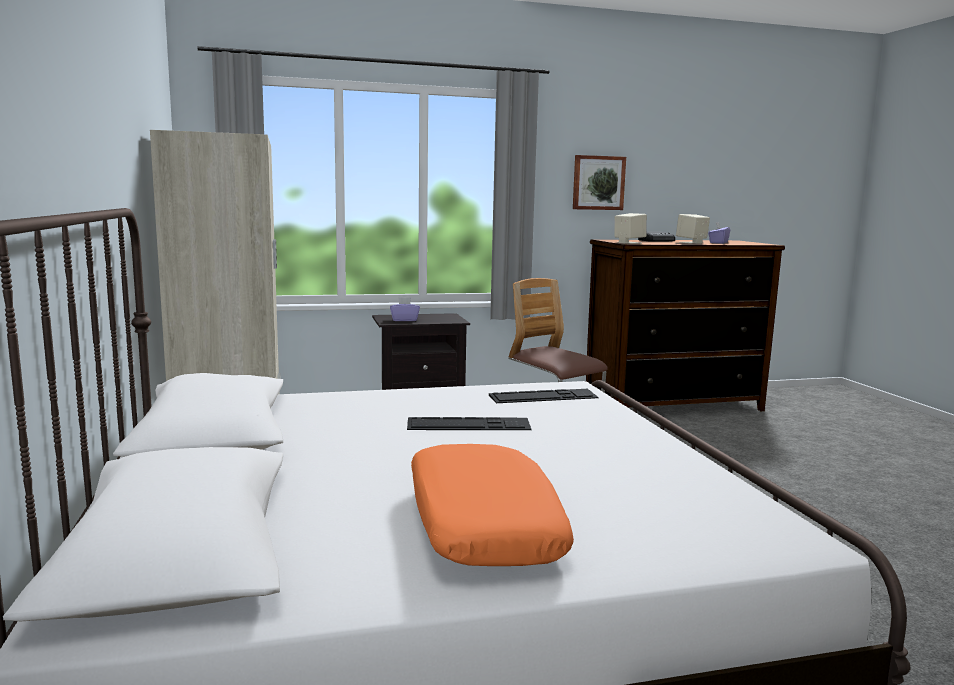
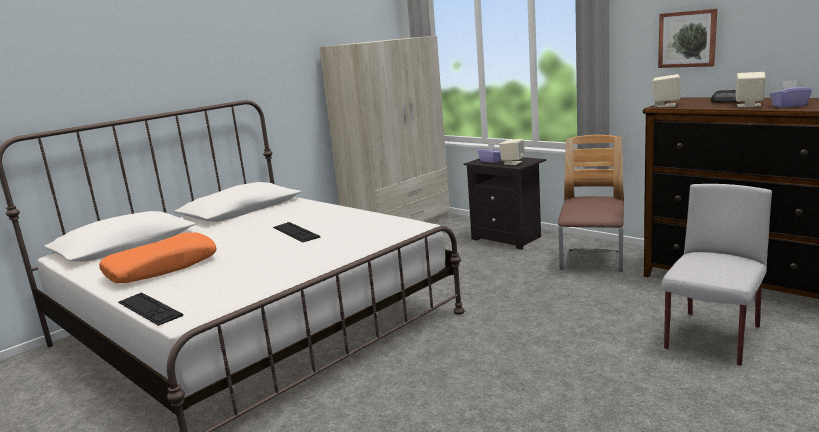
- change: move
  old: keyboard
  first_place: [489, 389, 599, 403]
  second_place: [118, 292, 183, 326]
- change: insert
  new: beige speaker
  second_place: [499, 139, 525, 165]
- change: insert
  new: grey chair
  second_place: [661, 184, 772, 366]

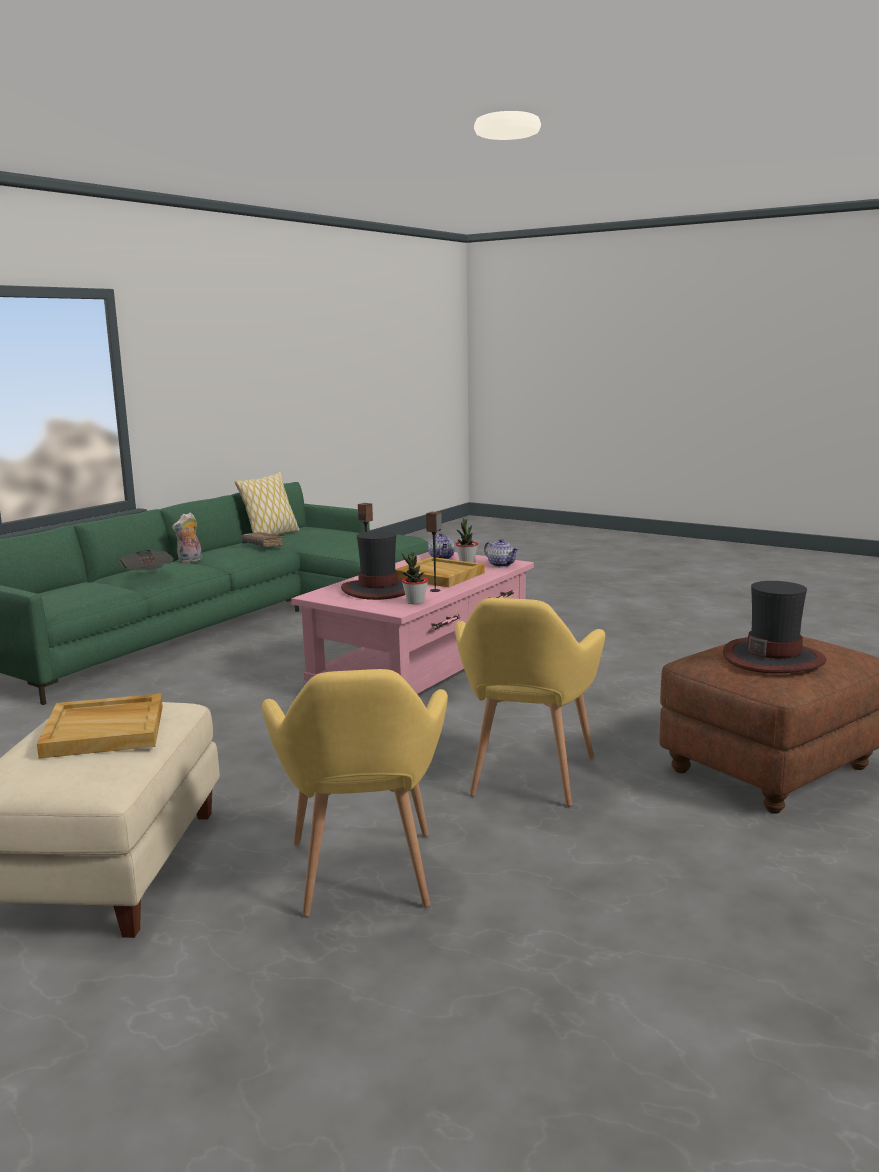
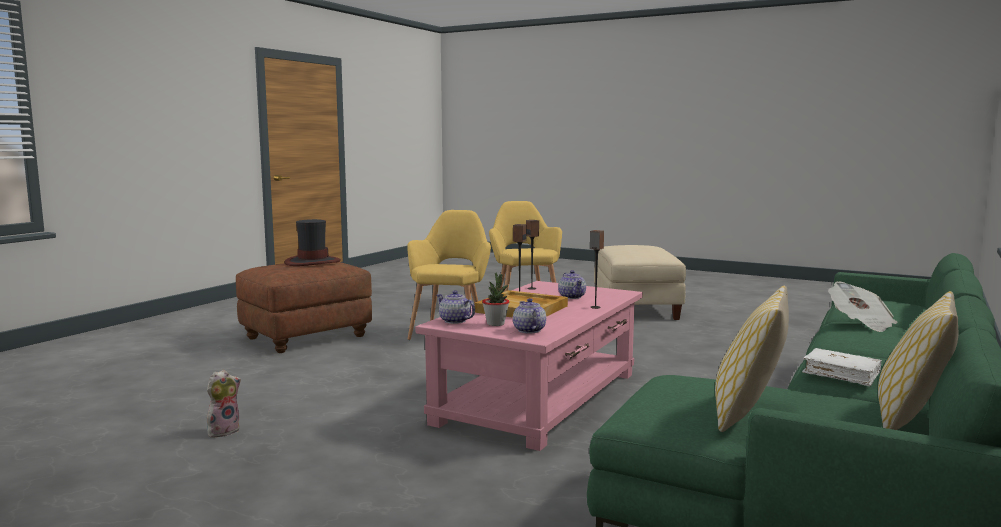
- change: delete
  old: beige tray
  first_place: [37, 694, 163, 759]
- change: move
  old: plush toy
  first_place: [172, 513, 202, 563]
  second_place: [207, 370, 241, 438]
- change: recolor
  old: brown book
  new: white book
  first_place: [242, 532, 285, 547]
  second_place: [802, 348, 882, 387]
- change: replace
  old: hat
  new: teapot
  first_place: [341, 531, 405, 600]
  second_place: [558, 270, 586, 299]
- change: replace
  old: potted plant
  new: speaker
  first_place: [402, 552, 428, 604]
  second_place: [526, 220, 539, 290]
- change: insert
  new: pillow
  second_place: [715, 286, 789, 432]

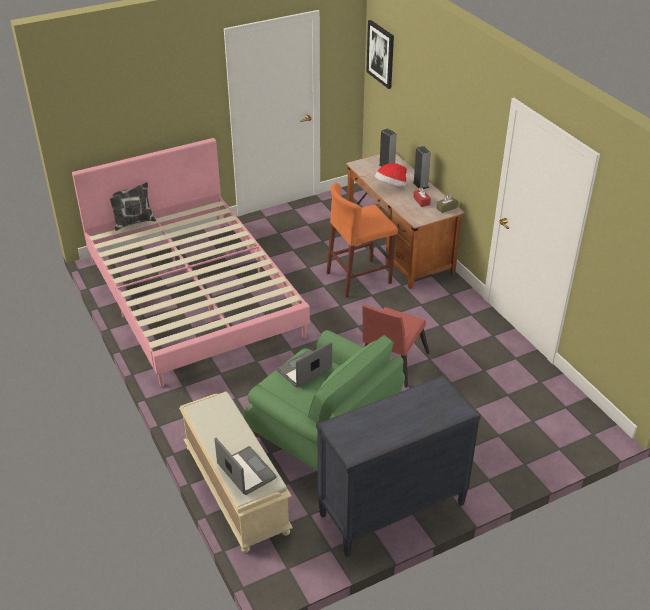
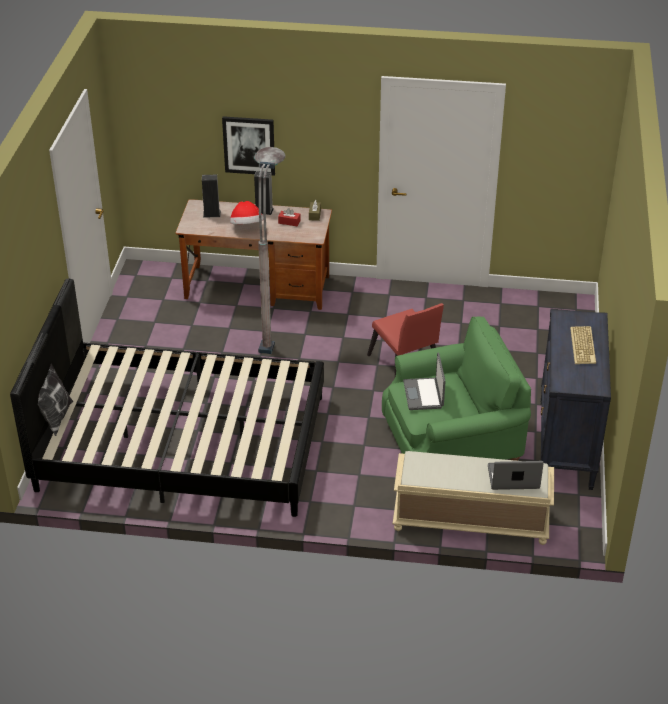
- change: recolor
  old: pink bed
  new: black bed
  first_place: [72, 138, 310, 387]
  second_place: [10, 279, 324, 517]
- change: replace
  old: orange stool
  new: grey floor lamp
  first_place: [327, 183, 398, 297]
  second_place: [254, 147, 285, 354]
- change: move
  old: picture
  first_place: [366, 20, 394, 89]
  second_place: [222, 116, 275, 176]
- change: insert
  new: keyboard
  second_place: [570, 326, 596, 364]

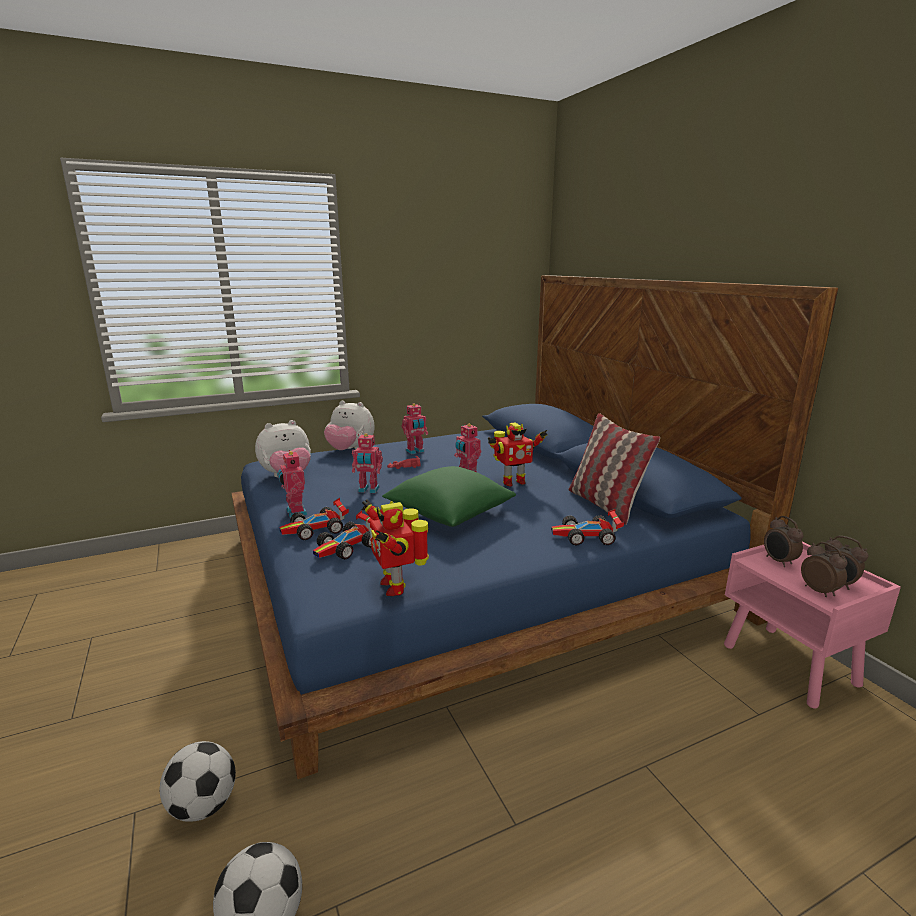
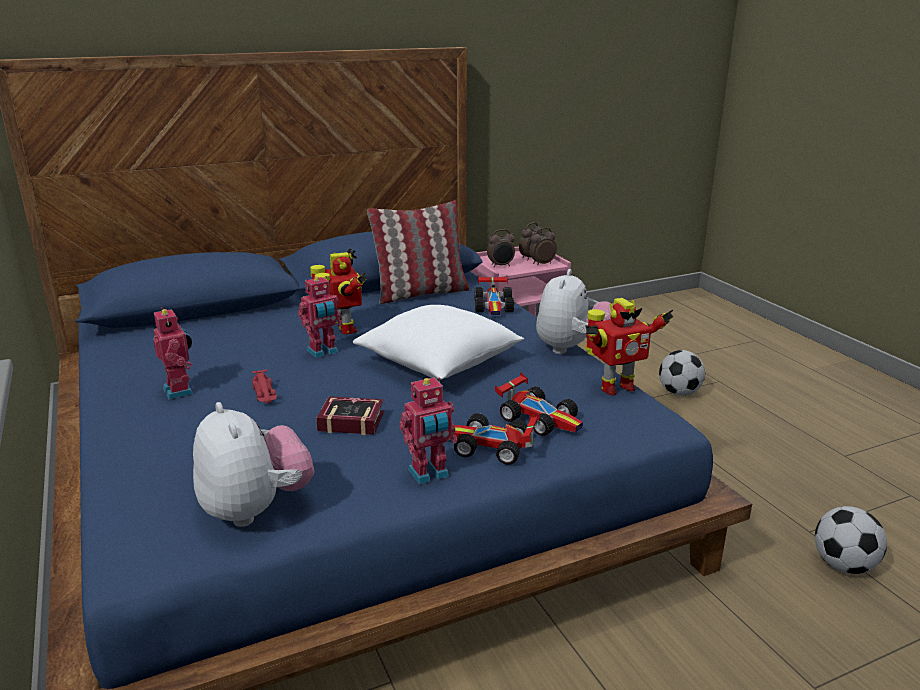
- change: move
  old: football
  first_place: [160, 741, 236, 822]
  second_place: [659, 350, 705, 396]
- change: rotate
  old: toy car
  first_place: [279, 498, 349, 540]
  second_place: [450, 413, 540, 465]
  degrees: 135
- change: move
  old: plush toy
  first_place: [324, 401, 375, 450]
  second_place: [536, 269, 611, 354]
- change: replace
  old: toy robot
  new: book
  first_place: [352, 433, 383, 493]
  second_place: [316, 396, 384, 435]
- change: recolor
  old: green pillow
  new: white pillow
  first_place: [382, 466, 516, 527]
  second_place: [353, 305, 524, 380]

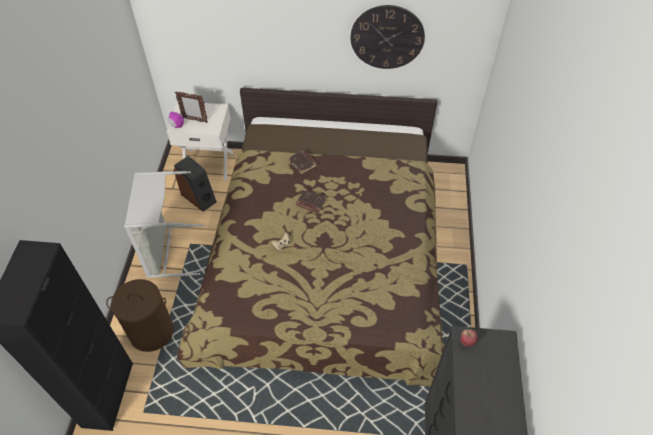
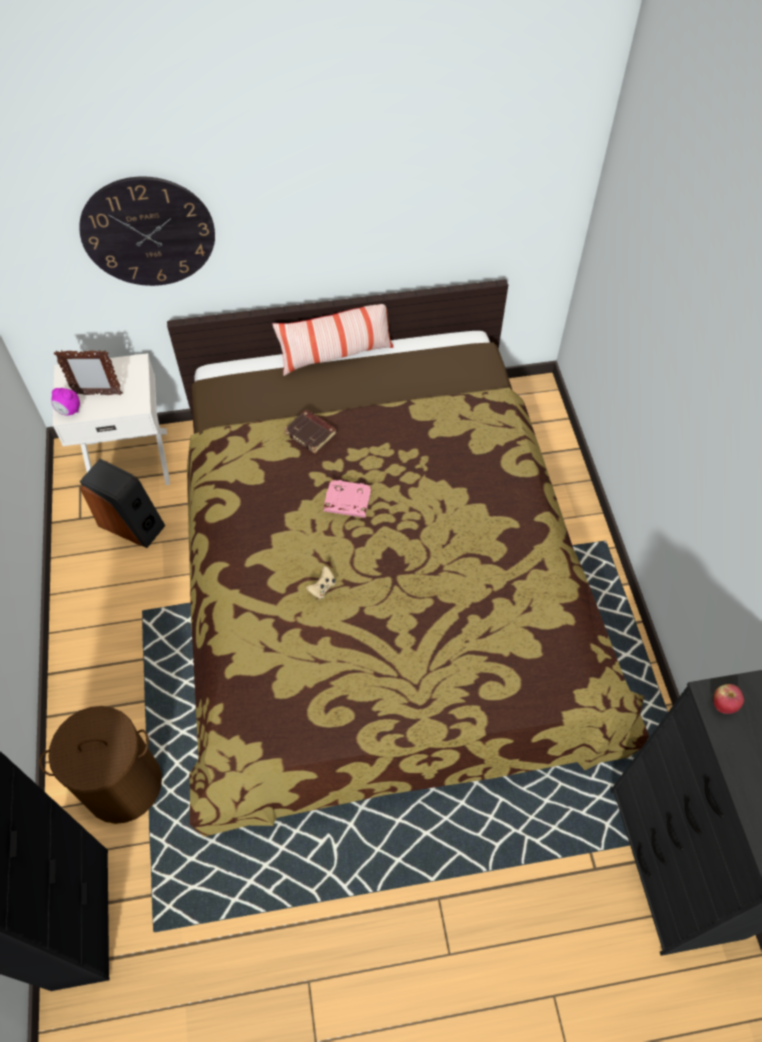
- change: delete
  old: grey laundry basket
  first_place: [124, 171, 205, 278]
- change: recolor
  old: brown book
  new: pink book
  first_place: [296, 189, 327, 213]
  second_place: [323, 479, 372, 518]
- change: move
  old: wall clock
  first_place: [350, 5, 425, 69]
  second_place: [79, 176, 215, 286]
- change: insert
  new: pillow
  second_place: [273, 304, 393, 376]

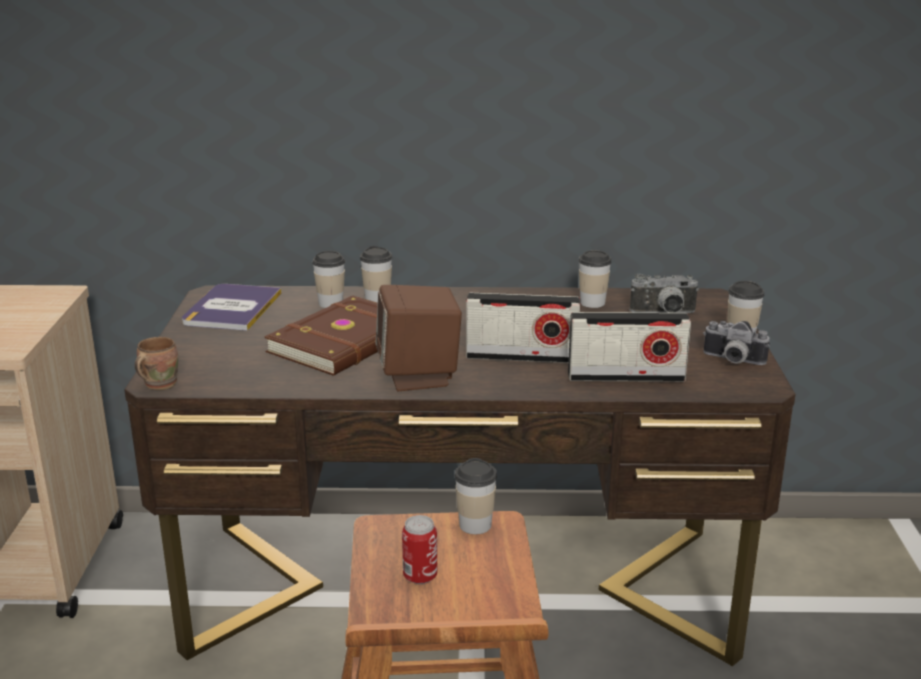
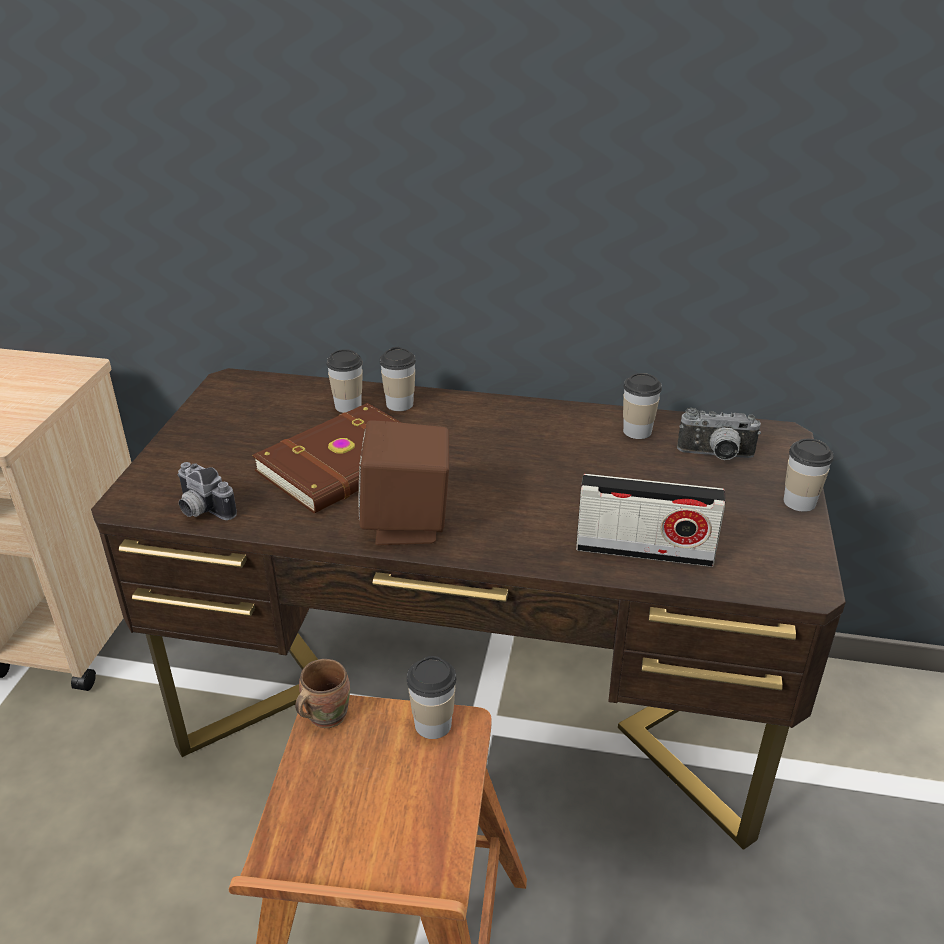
- change: move
  old: brown mug
  first_place: [135, 337, 178, 390]
  second_place: [295, 659, 350, 728]
- change: delete
  old: book
  first_place: [182, 284, 281, 331]
- change: delete
  old: can
  first_place: [402, 515, 437, 584]
- change: delete
  old: radio
  first_place: [466, 292, 580, 363]
- change: move
  old: photo camera
  first_place: [703, 321, 770, 365]
  second_place: [177, 462, 237, 520]

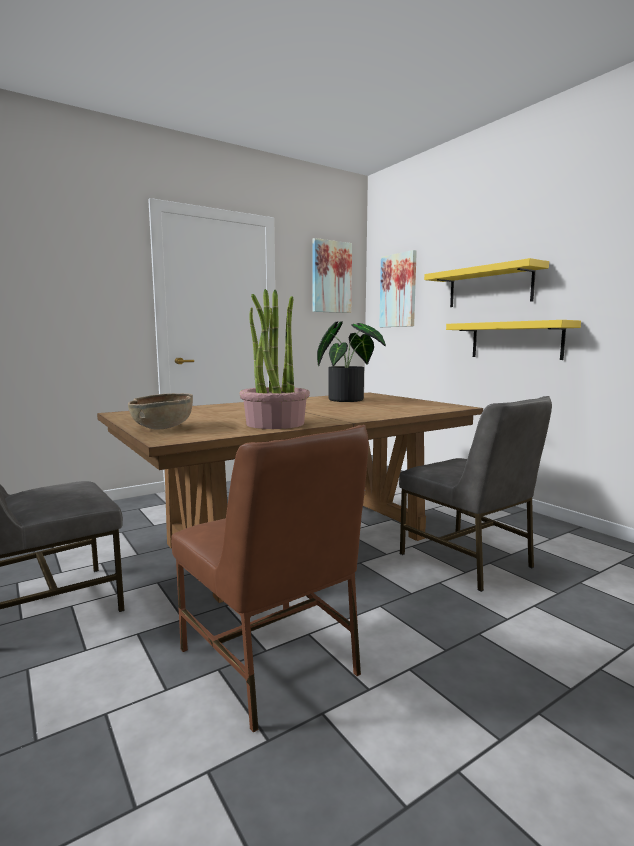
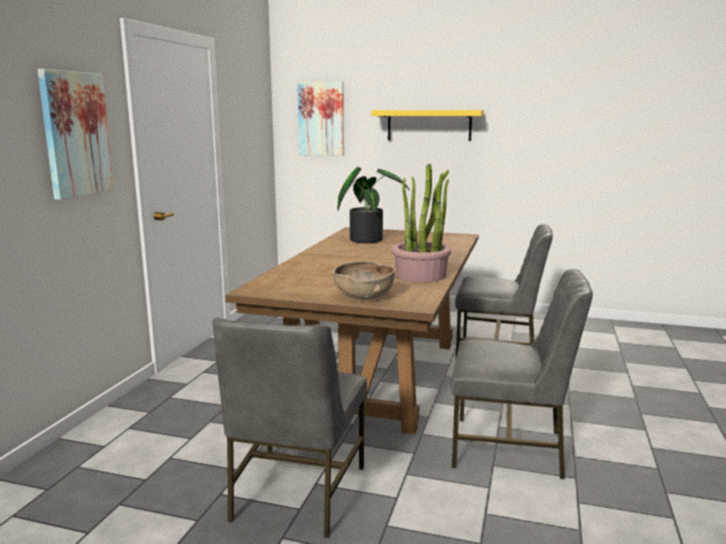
- change: recolor
  old: brown chair
  new: grey chair
  first_place: [171, 425, 369, 733]
  second_place: [451, 269, 593, 479]
- change: move
  old: picture
  first_place: [312, 238, 352, 313]
  second_place: [37, 69, 114, 200]
- change: delete
  old: yellow shelf
  first_place: [446, 320, 581, 360]

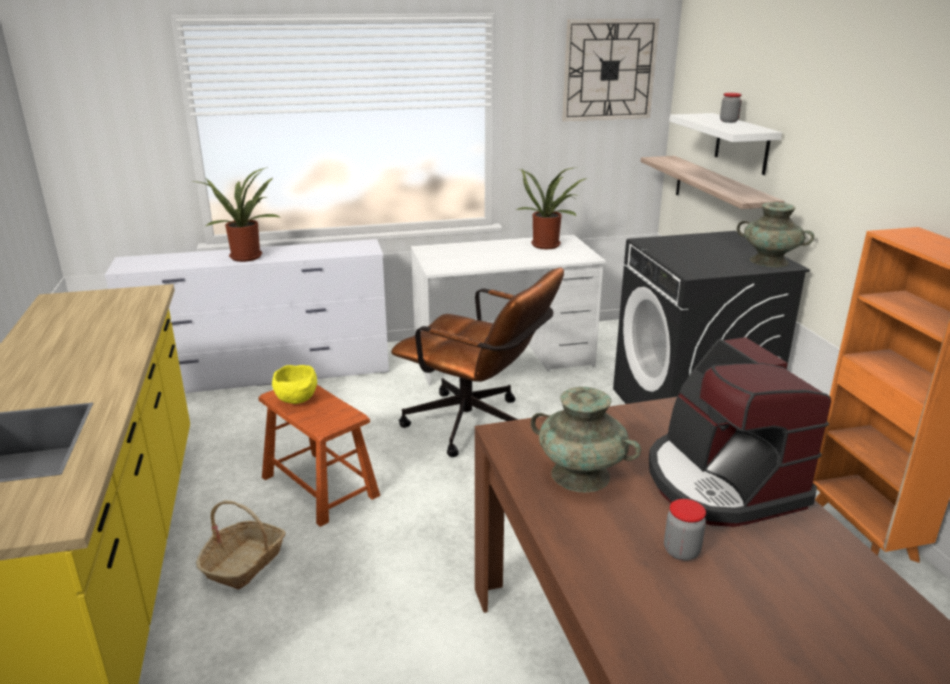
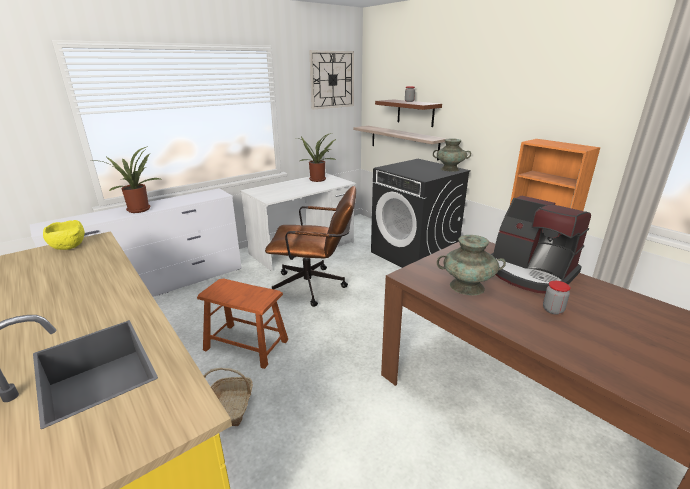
- change: move
  old: yellow bowl
  first_place: [272, 365, 317, 404]
  second_place: [43, 220, 85, 250]
- change: recolor
  old: white shelf
  new: brown shelf
  first_place: [669, 113, 782, 175]
  second_place: [375, 99, 442, 127]

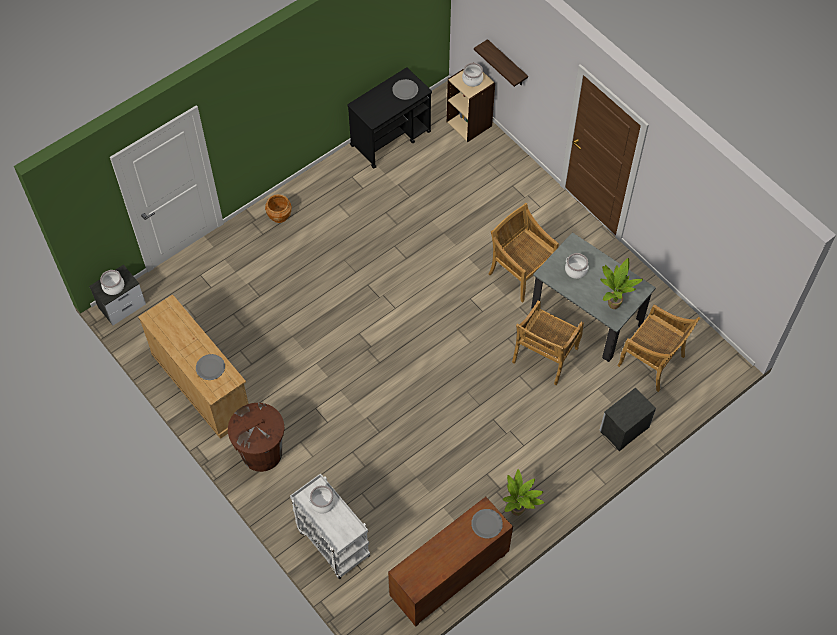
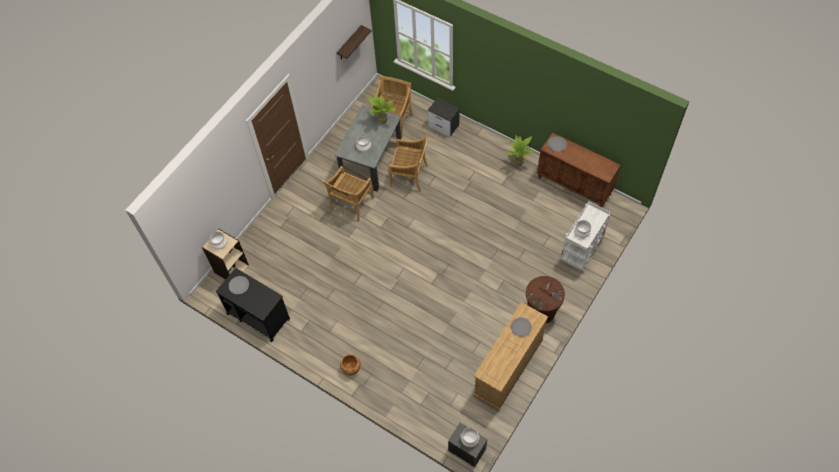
- change: move
  old: shelf
  first_place: [474, 39, 528, 87]
  second_place: [337, 25, 372, 59]

